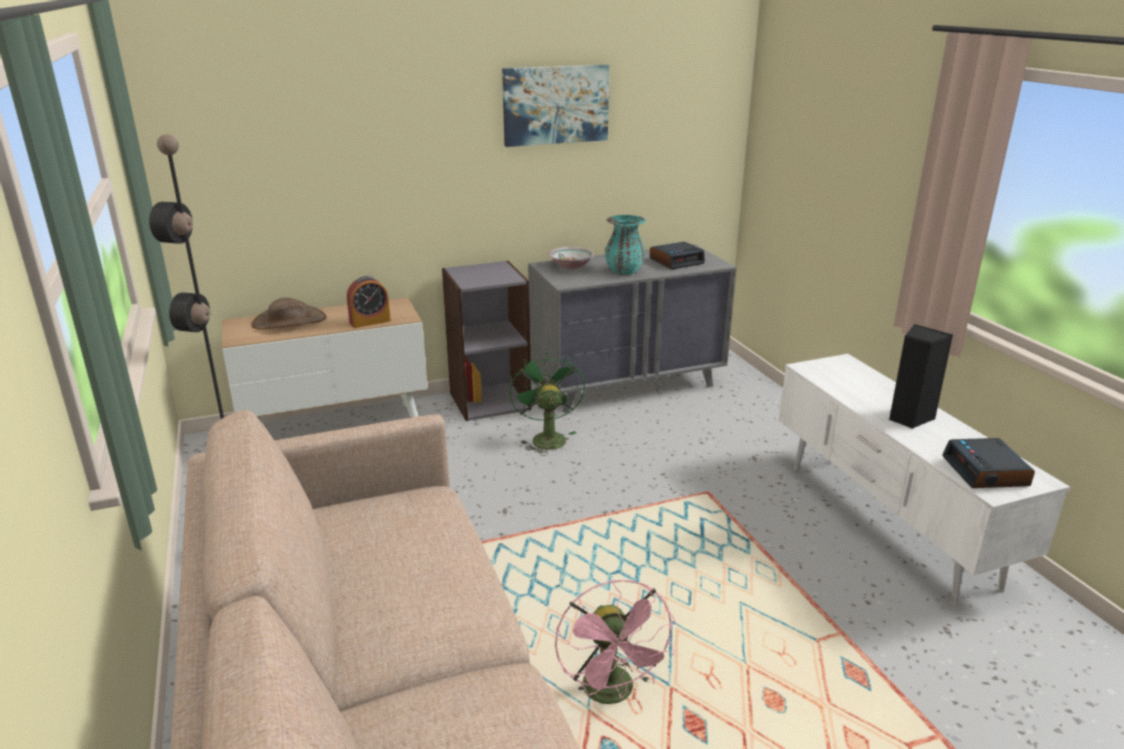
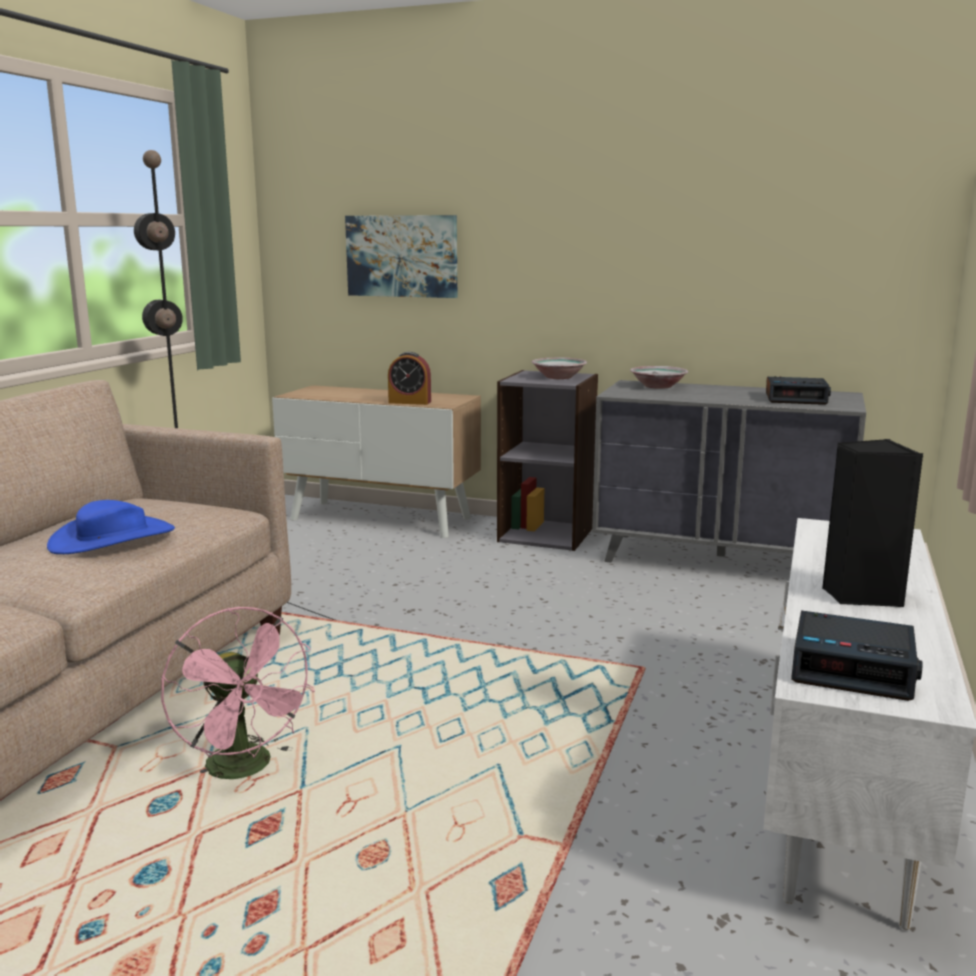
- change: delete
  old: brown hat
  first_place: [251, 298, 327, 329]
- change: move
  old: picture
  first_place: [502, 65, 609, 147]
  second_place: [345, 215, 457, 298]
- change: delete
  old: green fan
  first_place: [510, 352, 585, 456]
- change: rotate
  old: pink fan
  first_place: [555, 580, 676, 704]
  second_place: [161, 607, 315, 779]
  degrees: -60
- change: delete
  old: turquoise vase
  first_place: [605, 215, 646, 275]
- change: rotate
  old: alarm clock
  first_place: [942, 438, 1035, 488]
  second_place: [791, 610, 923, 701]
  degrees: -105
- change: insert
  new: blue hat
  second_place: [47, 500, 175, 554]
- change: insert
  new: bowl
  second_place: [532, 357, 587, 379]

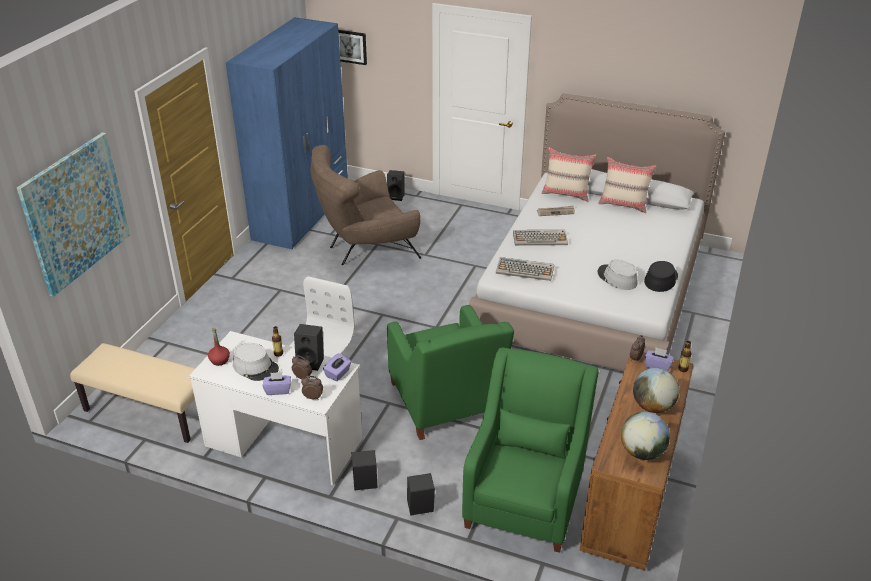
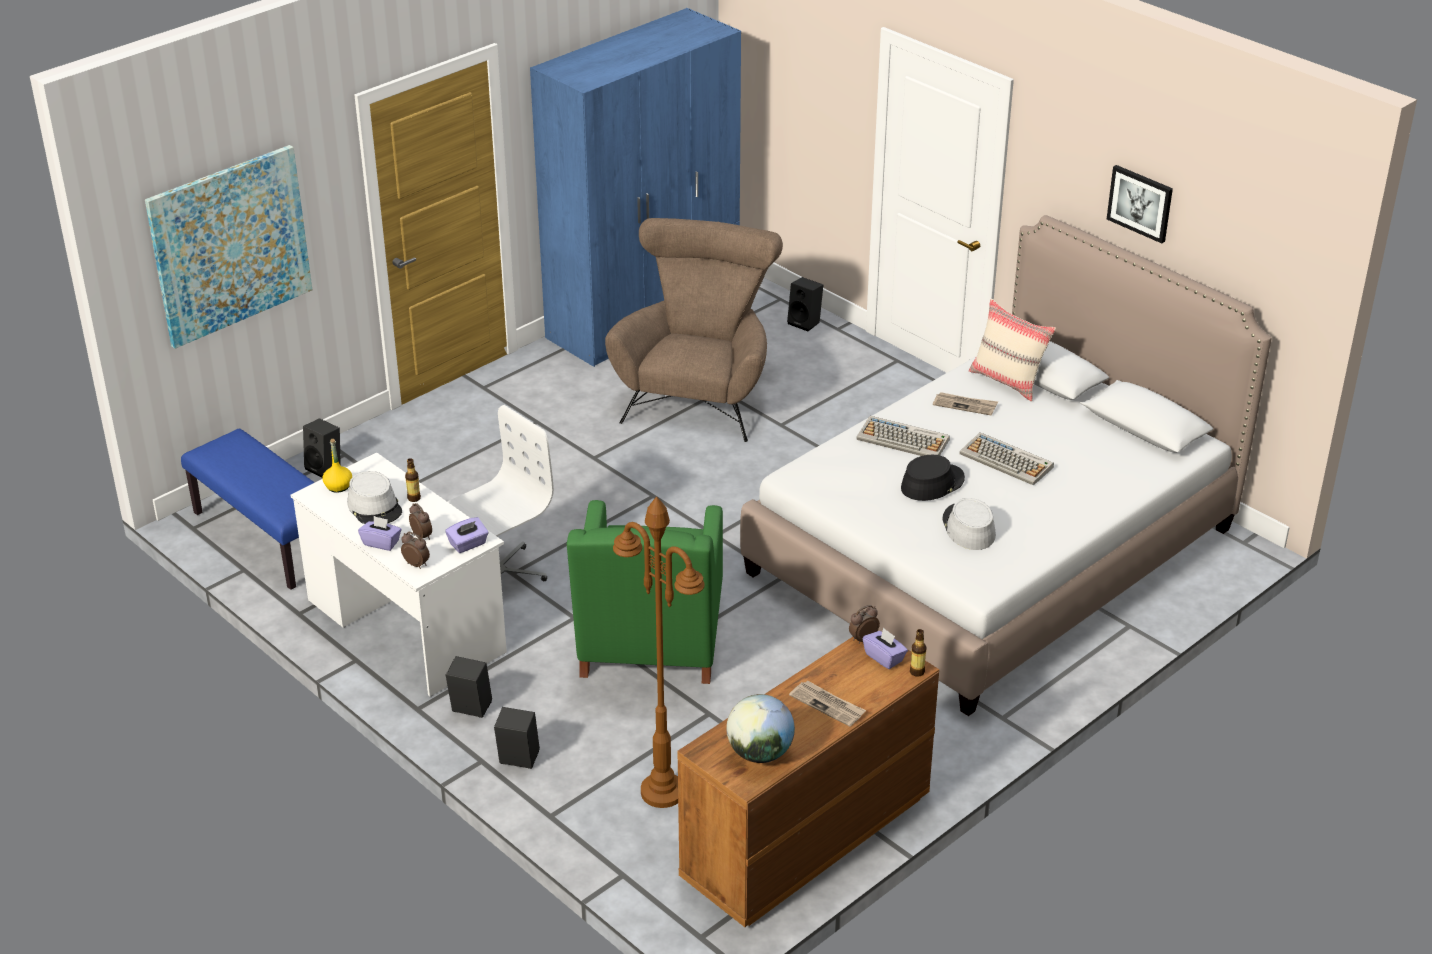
- change: recolor
  old: beige bench
  new: blue bench
  first_place: [70, 343, 196, 443]
  second_place: [181, 429, 315, 590]
- change: recolor
  old: red bottle
  new: yellow bottle
  first_place: [208, 327, 230, 366]
  second_place: [322, 439, 352, 493]
- change: move
  old: black speaker
  first_place: [294, 324, 324, 371]
  second_place: [303, 418, 341, 477]
- change: rotate
  old: brown armchair
  first_place: [310, 145, 421, 265]
  second_place: [605, 218, 783, 442]
  degrees: 105
- change: move
  old: picture
  first_place: [338, 30, 367, 65]
  second_place: [1107, 165, 1173, 243]
- change: replace
  old: green armchair
  new: brown floor lamp
  first_place: [462, 348, 598, 553]
  second_place: [613, 497, 705, 808]
- change: move
  old: keyboard
  first_place: [496, 257, 554, 281]
  second_place: [960, 432, 1054, 485]
- change: delete
  old: beige pillow
  first_place: [598, 157, 656, 213]
- change: replace
  old: globe
  new: newspaper
  first_place: [633, 368, 679, 413]
  second_place: [789, 681, 866, 727]
- change: move
  old: black hat
  first_place: [644, 261, 678, 292]
  second_place: [901, 455, 965, 501]

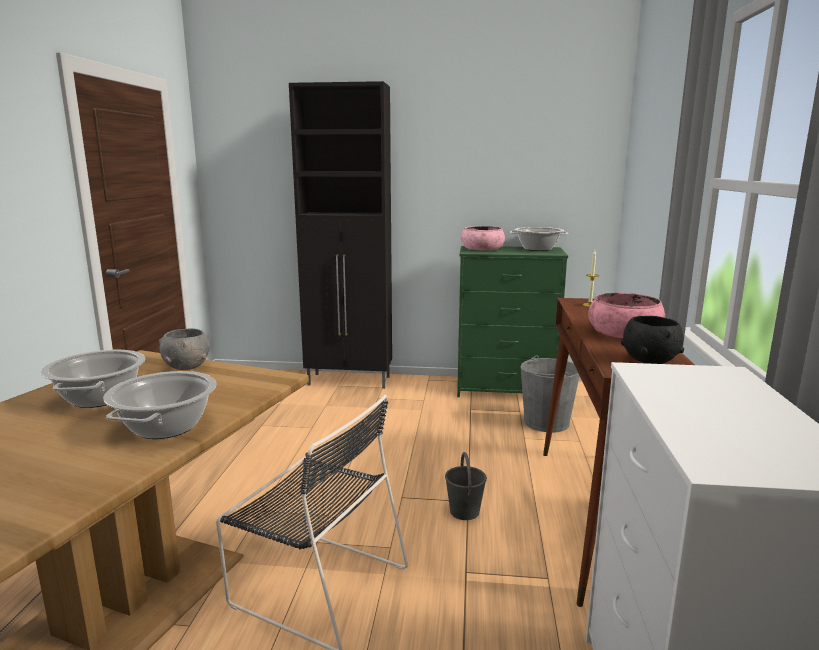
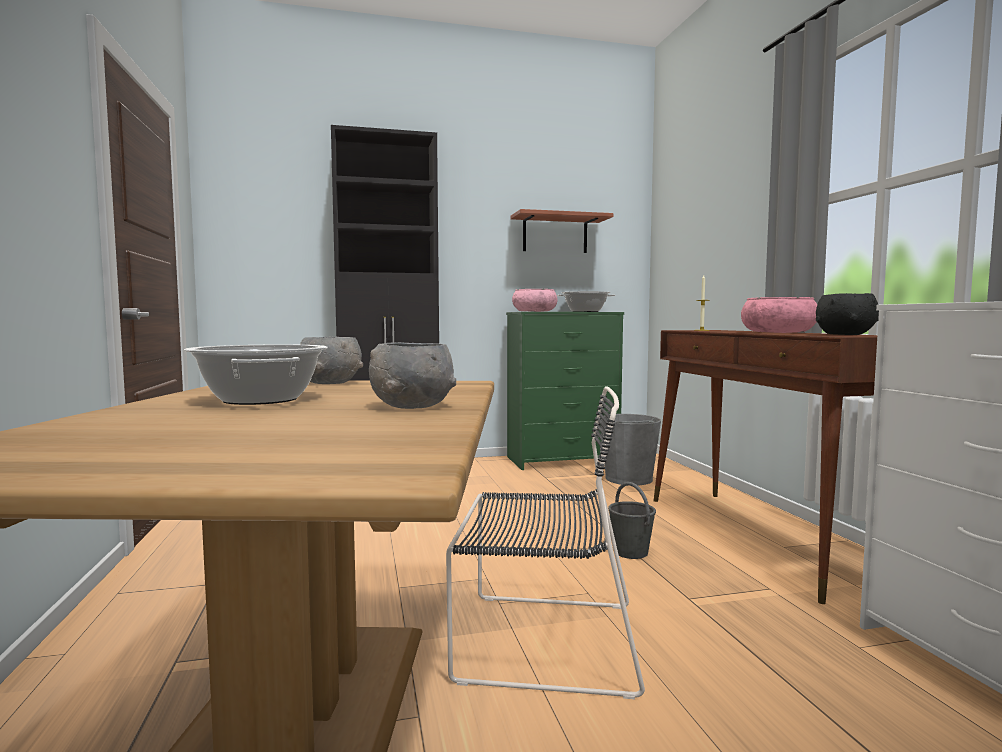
- change: replace
  old: cooking pot
  new: grey bowl
  first_place: [103, 371, 216, 439]
  second_place: [369, 342, 456, 409]
- change: insert
  new: shelf
  second_place: [511, 209, 614, 253]

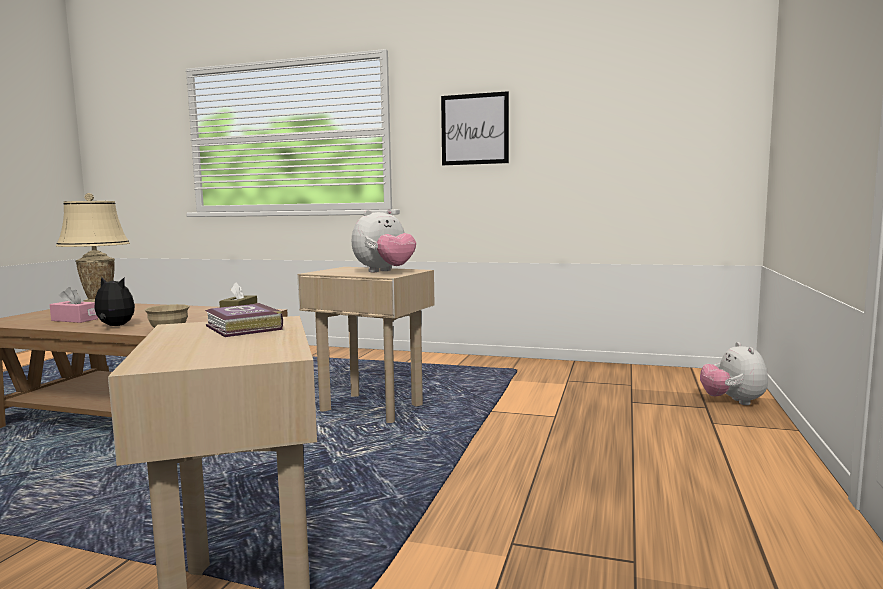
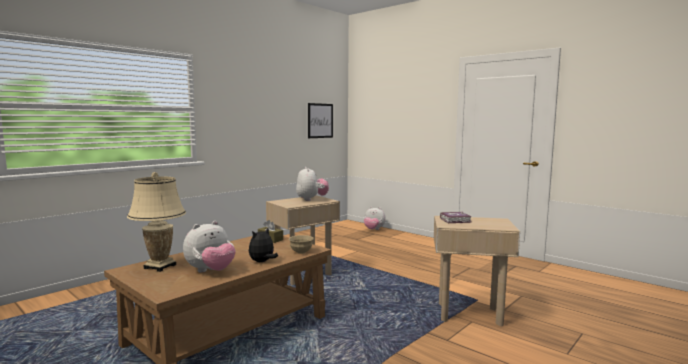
- change: replace
  old: pink tissue box
  new: plush toy
  first_place: [50, 287, 98, 323]
  second_place: [183, 221, 236, 272]
- change: move
  old: picture
  first_place: [441, 91, 509, 165]
  second_place: [308, 103, 333, 138]

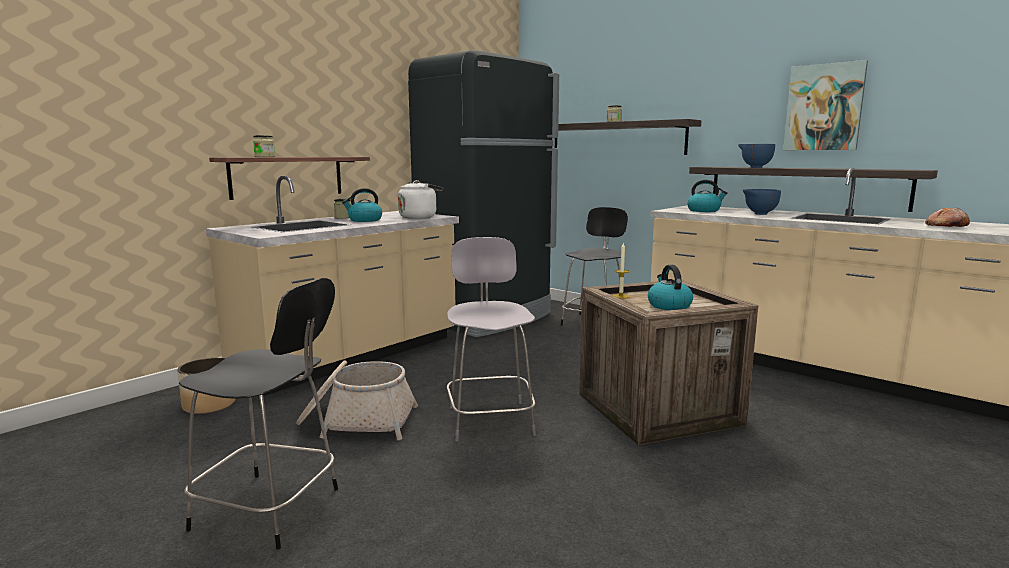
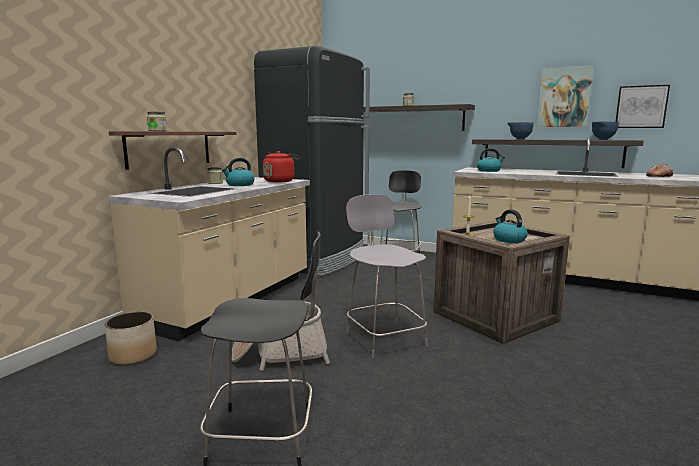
- change: recolor
  old: white kettle
  new: red kettle
  first_place: [398, 180, 443, 219]
  second_place: [262, 151, 300, 182]
- change: move
  old: blue bowl
  first_place: [743, 189, 781, 215]
  second_place: [592, 122, 619, 140]
- change: insert
  new: picture
  second_place: [615, 85, 670, 128]

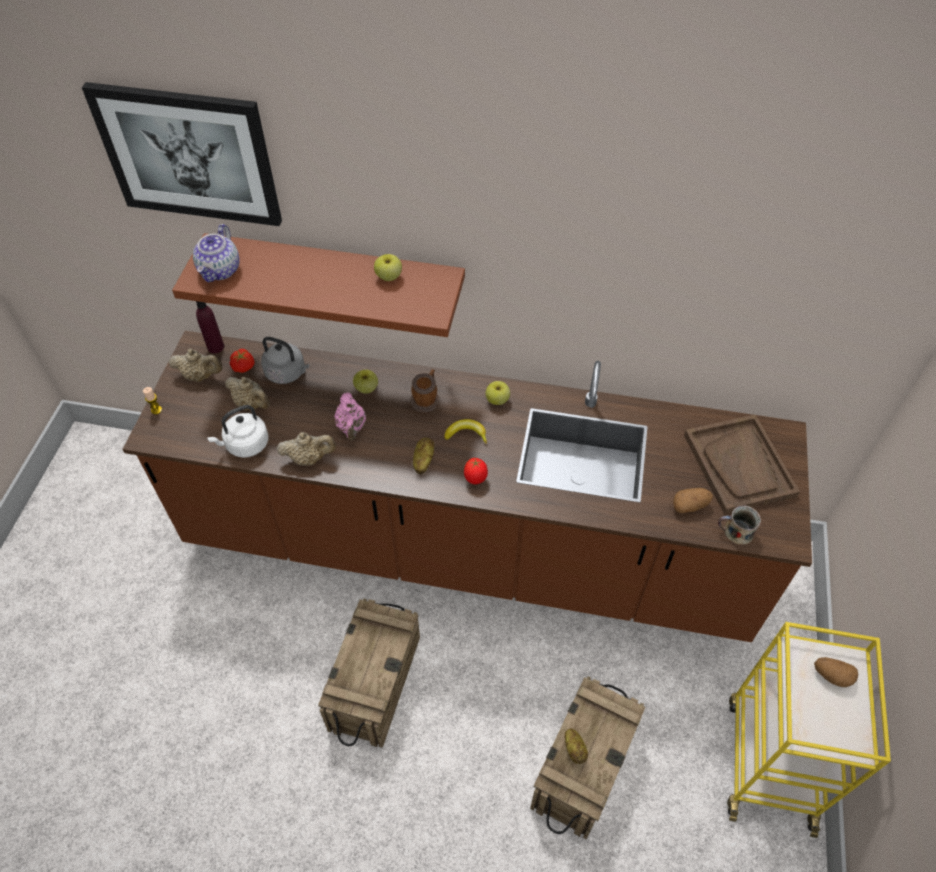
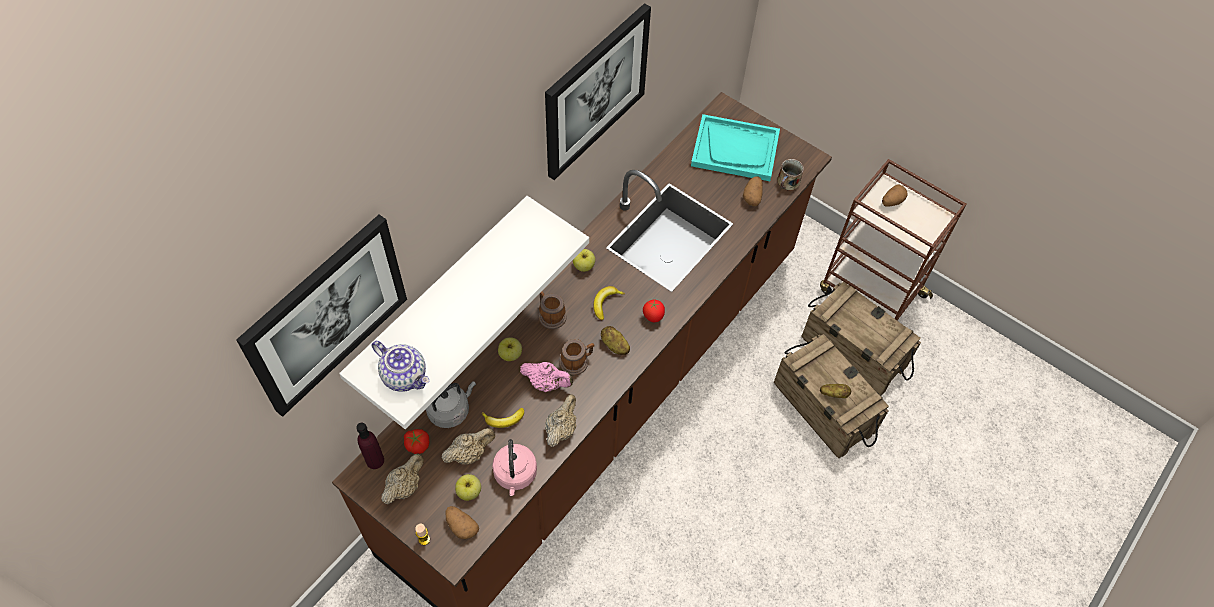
- change: recolor
  old: brown shelf
  new: white shelf
  first_place: [172, 233, 465, 337]
  second_place: [339, 196, 589, 429]
- change: recolor
  old: white kettle
  new: pink kettle
  first_place: [207, 405, 269, 458]
  second_place: [492, 439, 537, 496]
- change: move
  old: crate
  first_place: [318, 598, 420, 748]
  second_place: [801, 281, 921, 396]
- change: move
  old: apple
  first_place: [374, 254, 402, 281]
  second_place: [455, 474, 481, 501]
- change: recolor
  old: brown tray
  new: turquoise tray
  first_place: [684, 415, 800, 514]
  second_place: [691, 114, 780, 181]
- change: recolor
  old: yellow cart
  new: brown cart
  first_place: [727, 622, 891, 838]
  second_place: [820, 159, 967, 320]
- change: insert
  new: potato
  second_place: [445, 506, 479, 539]
- change: insert
  new: banana
  second_place: [482, 408, 524, 428]
- change: insert
  new: picture
  second_place: [545, 3, 651, 180]
- change: insert
  new: mug
  second_place: [559, 339, 595, 376]

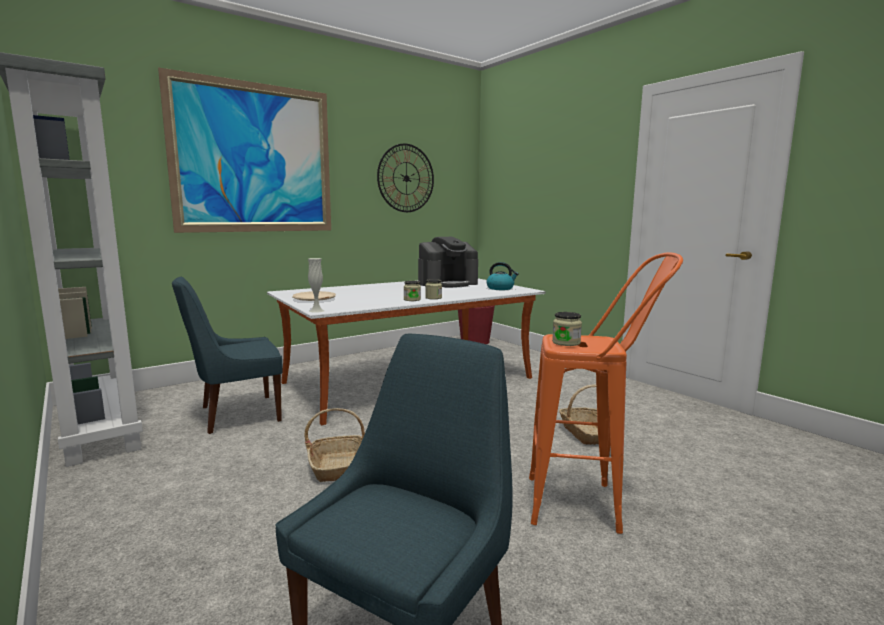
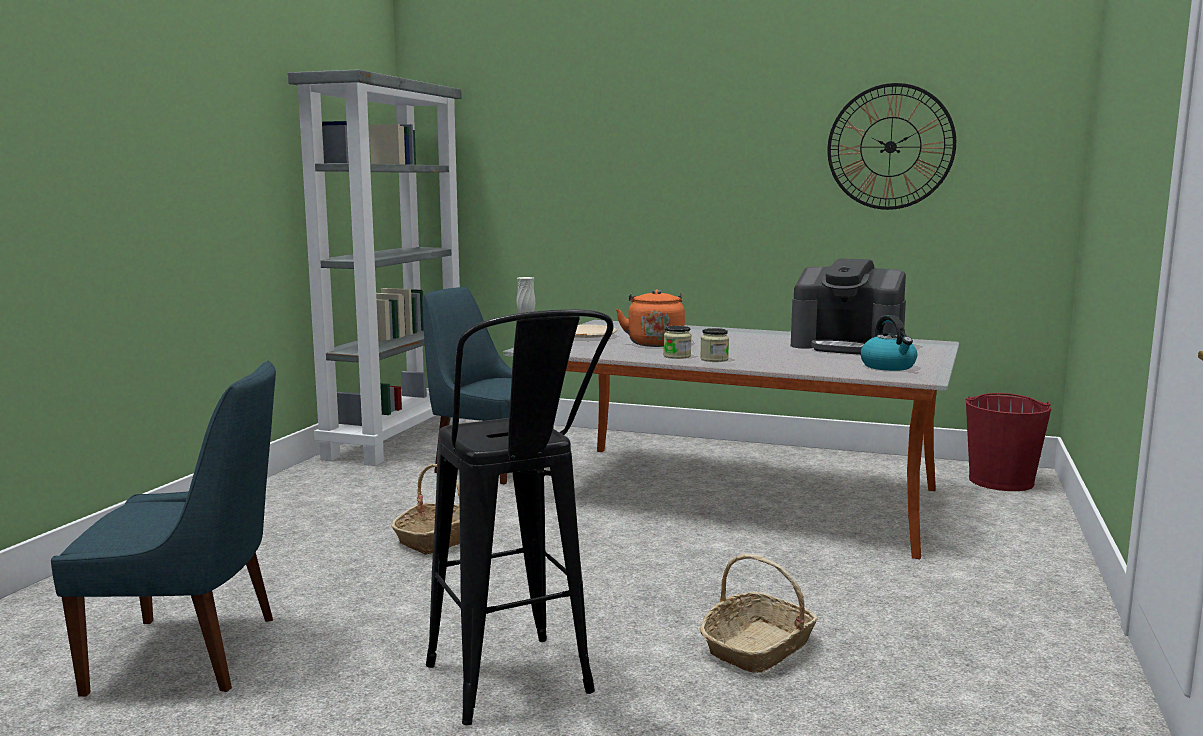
- change: delete
  old: picture
  first_place: [158, 67, 331, 233]
- change: recolor
  old: orange stool
  new: black stool
  first_place: [529, 252, 683, 534]
  second_place: [426, 309, 614, 725]
- change: delete
  old: jar
  first_place: [552, 312, 582, 346]
- change: insert
  new: orange kettle
  second_place: [616, 289, 685, 347]

